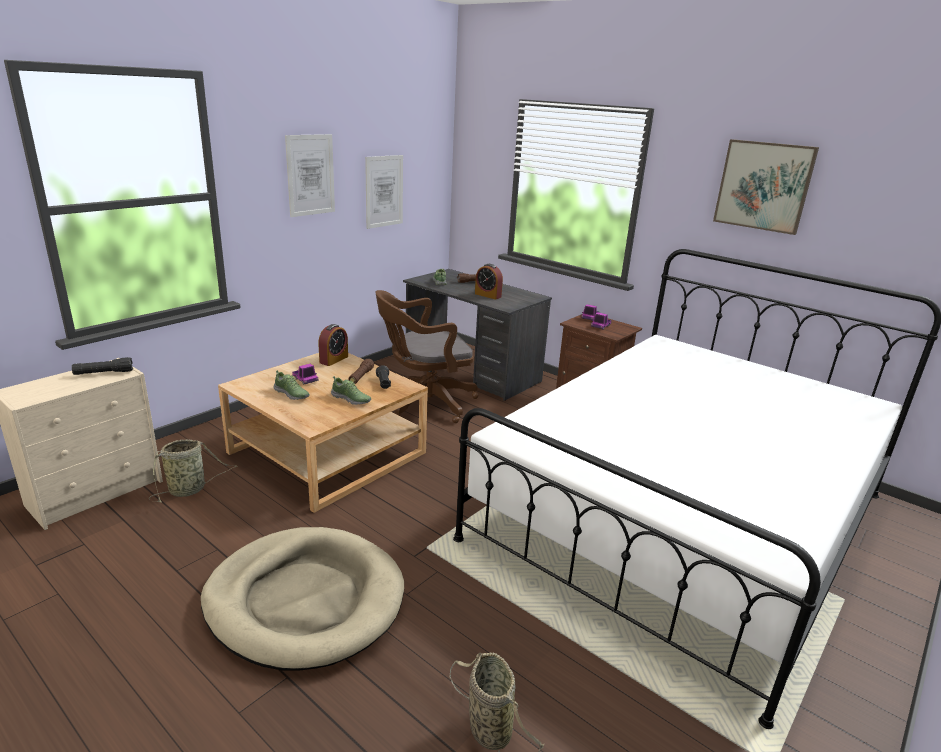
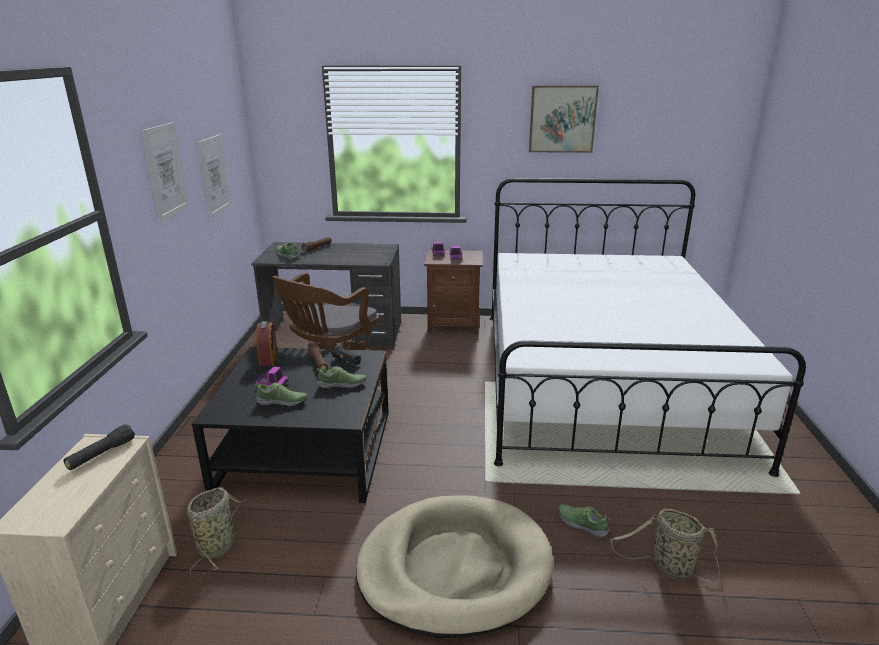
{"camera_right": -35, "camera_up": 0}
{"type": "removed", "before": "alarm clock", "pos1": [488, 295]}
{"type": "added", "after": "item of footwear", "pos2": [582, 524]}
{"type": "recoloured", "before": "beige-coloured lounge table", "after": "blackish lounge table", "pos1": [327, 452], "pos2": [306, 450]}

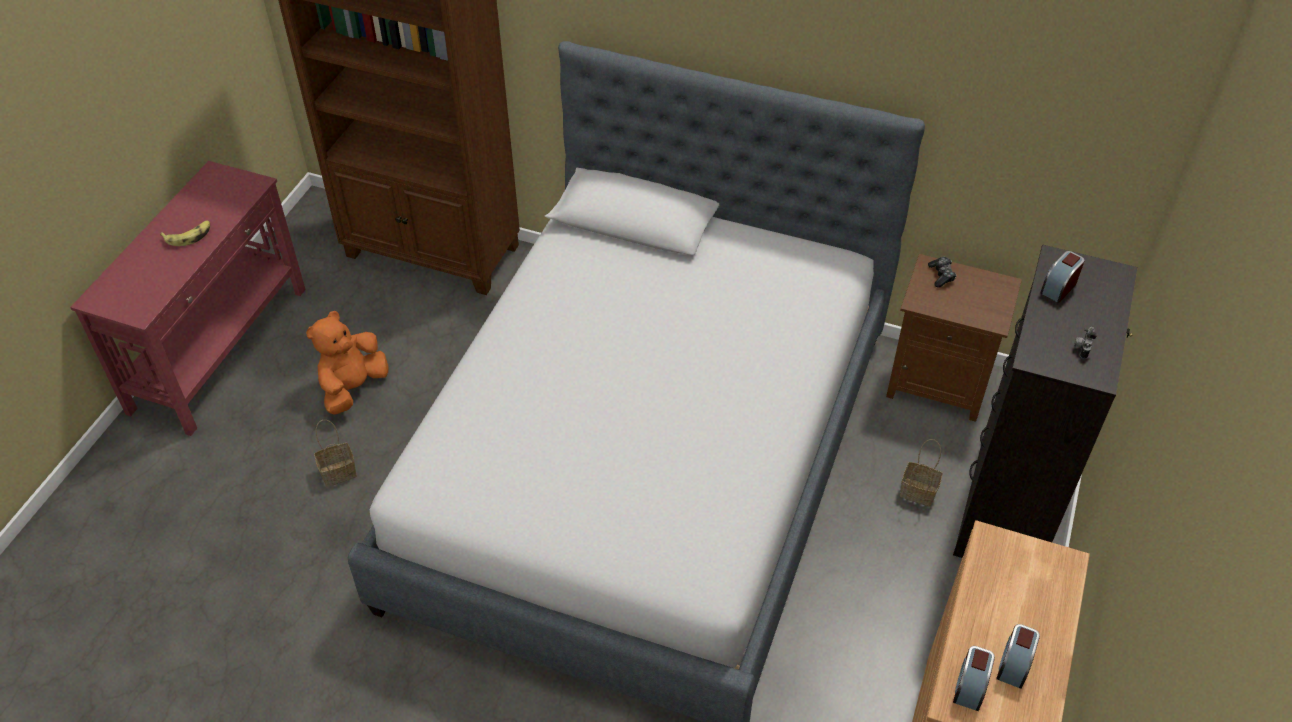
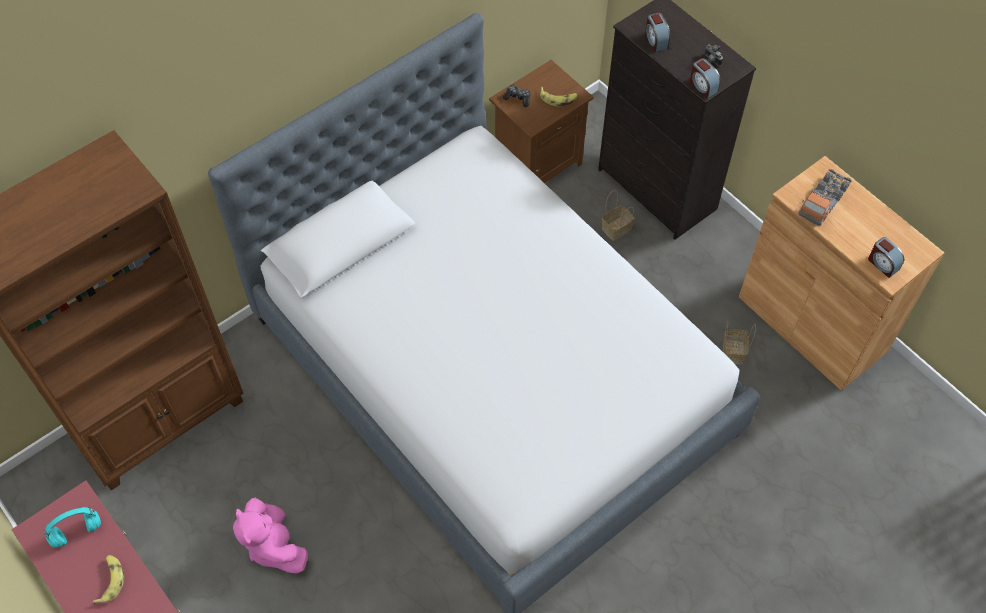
{"camera_right": -60, "camera_up": 10}
{"type": "added", "after": "blue-green pair of headphones", "pos2": [76, 533]}
{"type": "added", "after": "banana", "pos2": [558, 99]}
{"type": "added", "after": "toy lorry", "pos2": [823, 201]}
{"type": "moved", "before": "household basket", "pos1": [339, 471], "pos2": [732, 351]}
{"type": "moved", "before": "alarm clock", "pos1": [1013, 664], "pos2": [703, 86]}
{"type": "recoloured", "before": "orange-coloured soft toy", "after": "pink-coloured soft toy", "pos1": [353, 388], "pos2": [274, 546]}

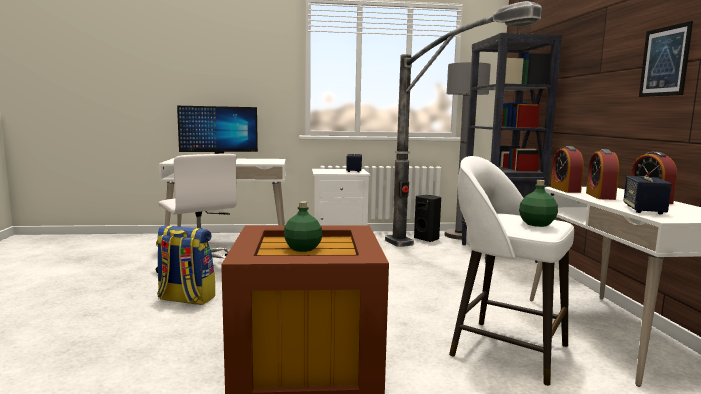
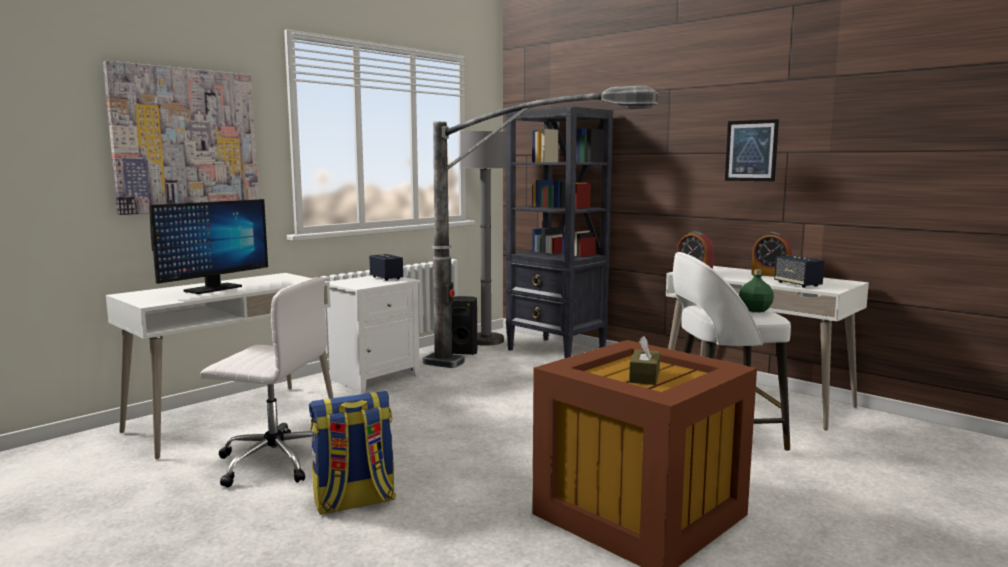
{"camera_right": -40, "camera_up": 0}
{"type": "removed", "before": "alarm clock", "pos1": [600, 196]}
{"type": "added", "after": "picture", "pos2": [185, 141]}
{"type": "replaced", "before": "green-coloured drink bottle", "after": "brownish tissue box", "pos1": [302, 249], "pos2": [644, 376]}

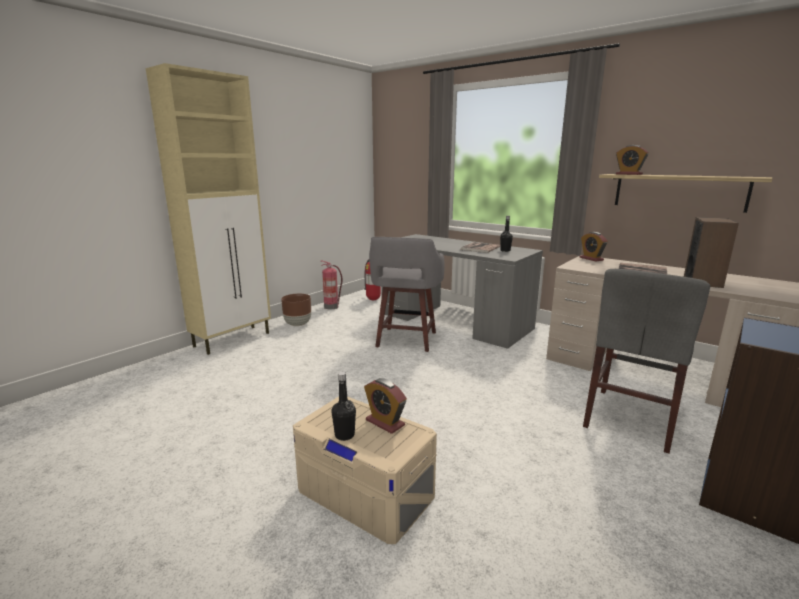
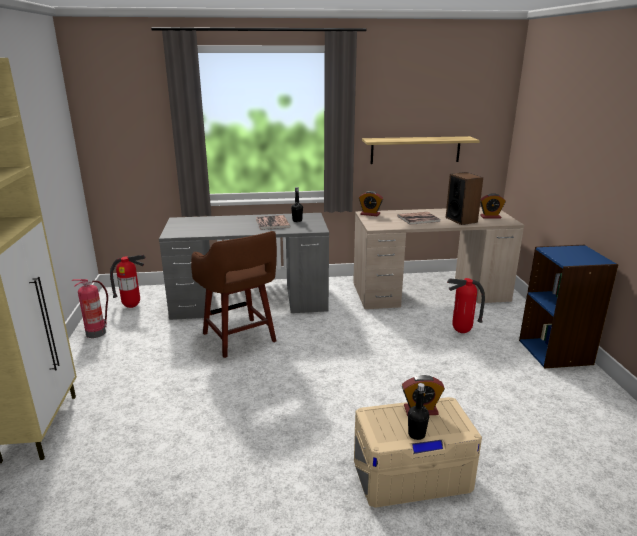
{"camera_right": -45, "camera_up": 5}
{"type": "removed", "before": "brownish plant pot", "pos1": [298, 324]}
{"type": "moved", "before": "alarm clock", "pos1": [628, 174], "pos2": [490, 217]}
{"type": "replaced", "before": "grey chair", "after": "fire extinguisher", "pos1": [631, 418], "pos2": [461, 332]}
{"type": "recoloured", "before": "grey stool seat", "after": "brownish stool seat", "pos1": [406, 340], "pos2": [240, 338]}

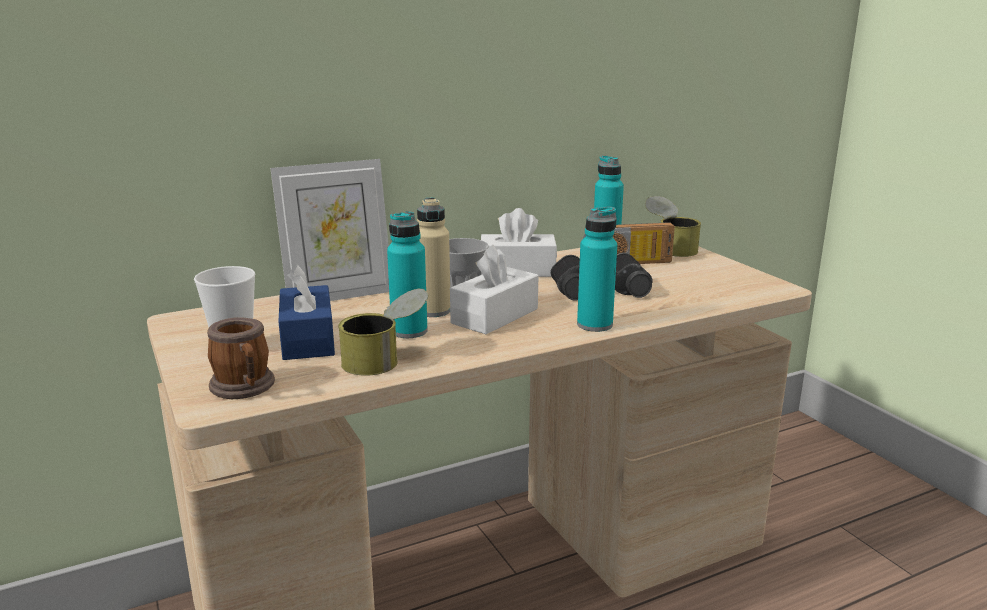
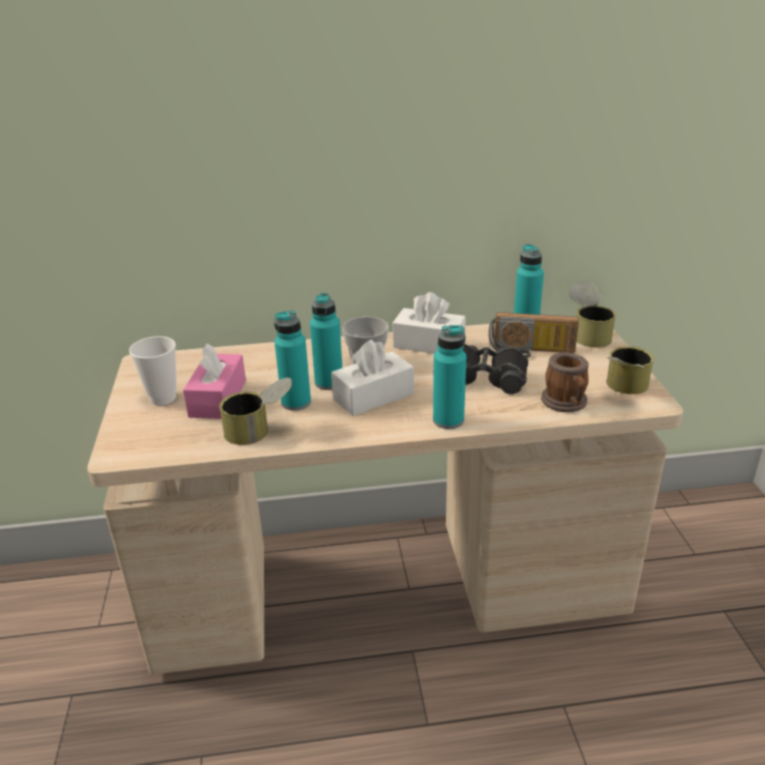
{"camera_right": 20, "camera_up": 10}
{"type": "removed", "before": "picture frame", "pos1": [339, 295]}
{"type": "added", "after": "sealed can", "pos2": [623, 389]}
{"type": "moved", "before": "coffee mug", "pos1": [245, 388], "pos2": [566, 403]}
{"type": "recoloured", "before": "blue-coloured tissue box", "after": "pink-coloured tissue box", "pos1": [308, 339], "pos2": [218, 398]}
{"type": "recoloured", "before": "beige-coloured drink bottle", "after": "blue-green drink bottle", "pos1": [433, 311], "pos2": [329, 383]}

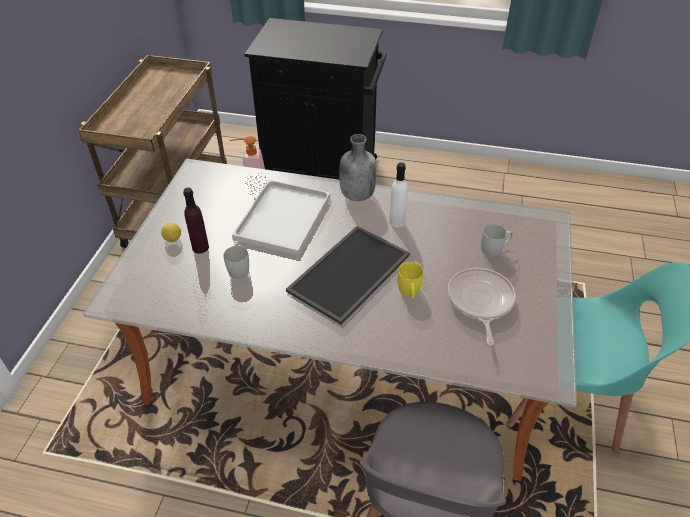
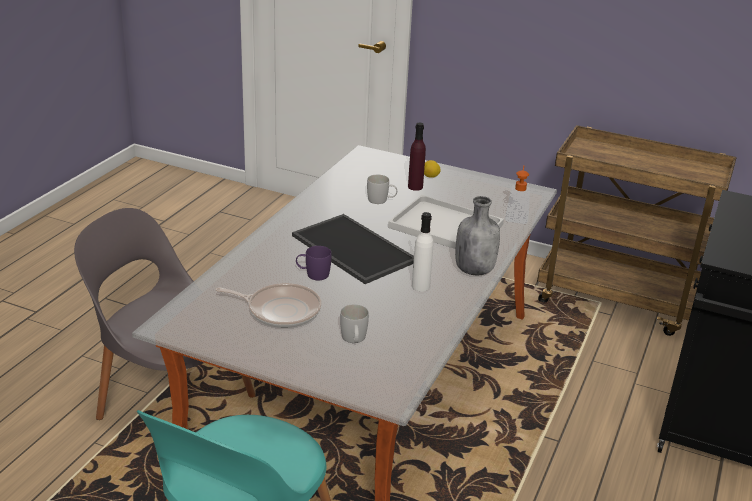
{"camera_right": 100, "camera_up": -15}
{"type": "recoloured", "before": "yellow-coloured coffee mug", "after": "purple-coloured coffee mug", "pos1": [409, 292], "pos2": [313, 274]}

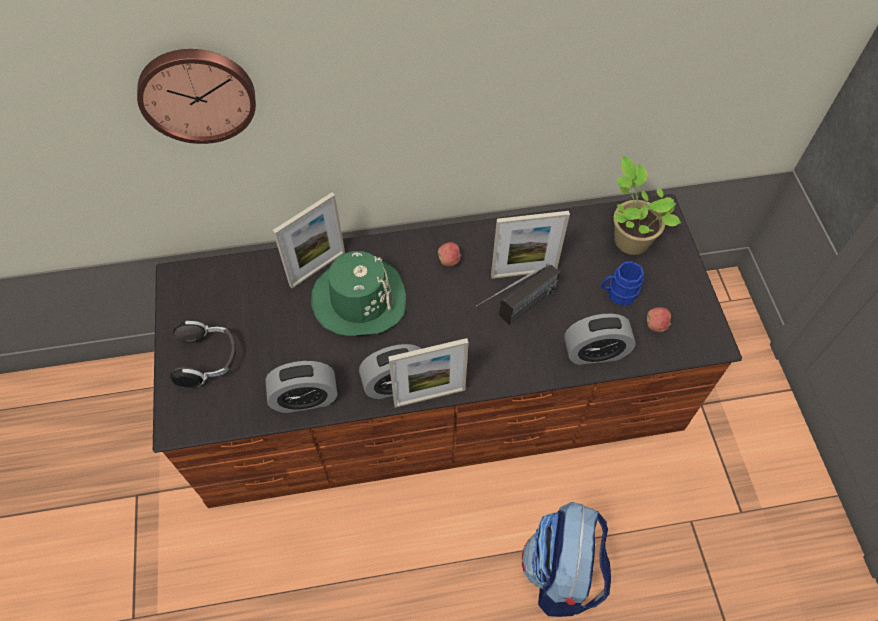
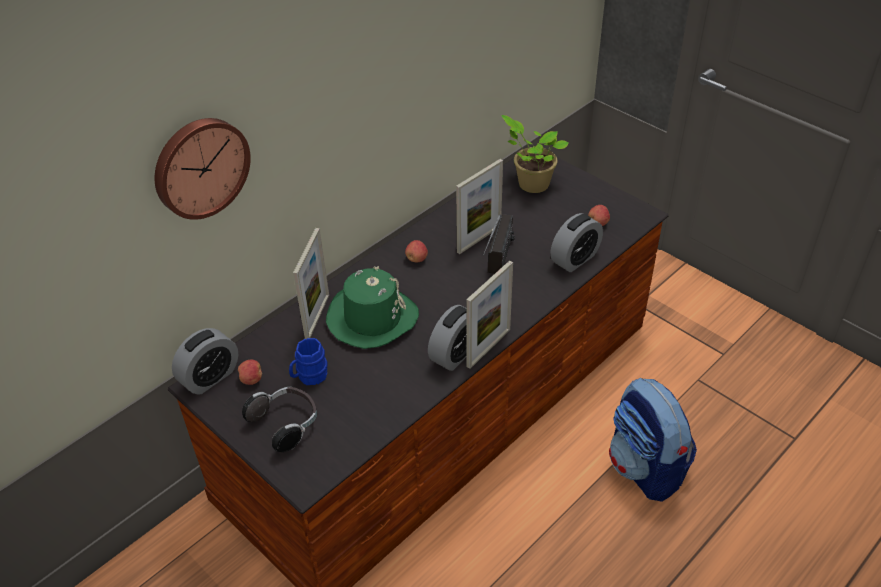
{"camera_right": -35, "camera_up": -15}
{"type": "added", "after": "apple", "pos2": [252, 379]}
{"type": "moved", "before": "alarm clock", "pos1": [305, 399], "pos2": [210, 377]}
{"type": "moved", "before": "blue-coloured coffee mug", "pos1": [617, 293], "pos2": [309, 376]}

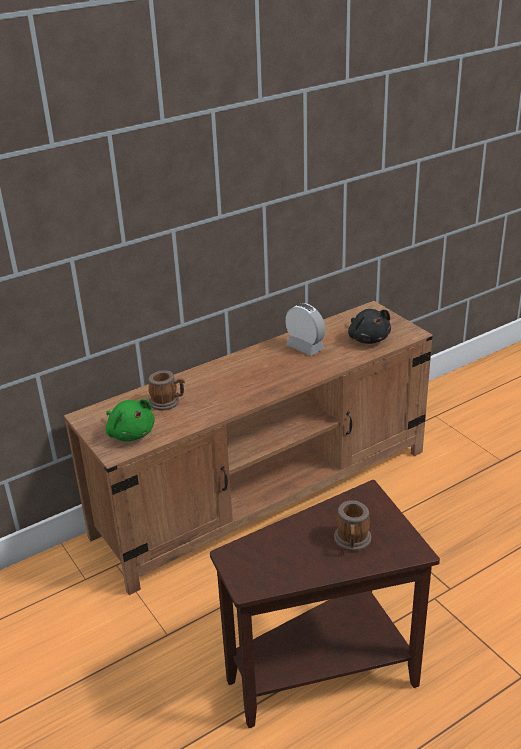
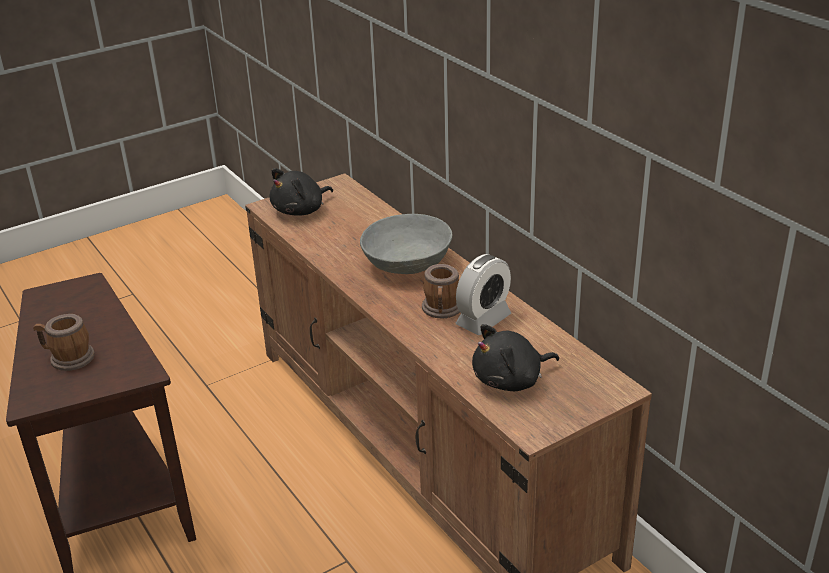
{"camera_right": 90, "camera_up": 0}
{"type": "added", "after": "grey deep dish", "pos2": [407, 264]}
{"type": "moved", "before": "coffee mug", "pos1": [167, 402], "pos2": [442, 310]}
{"type": "recoloured", "before": "green-coloured soft toy", "after": "blackish soft toy", "pos1": [130, 433], "pos2": [301, 210]}

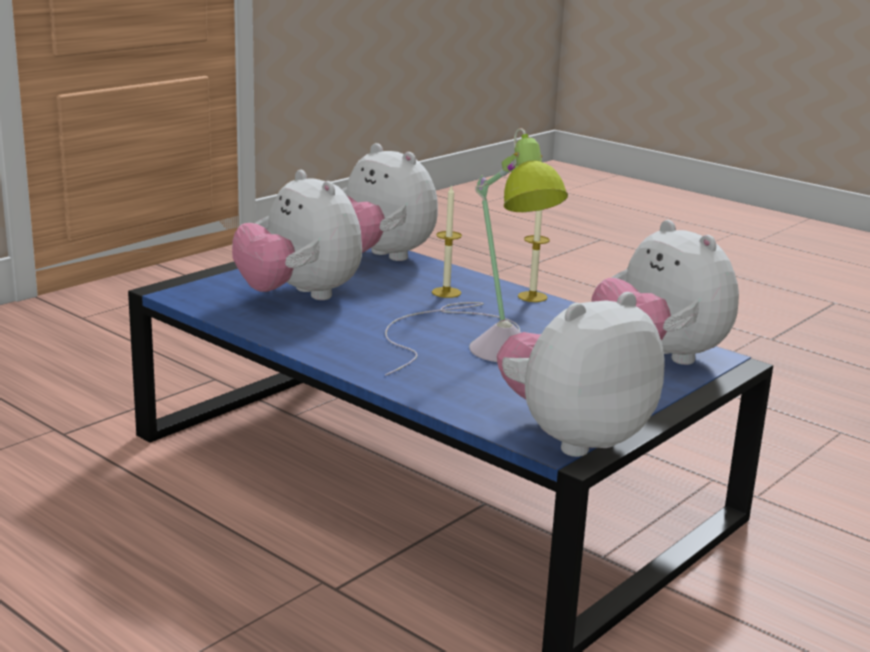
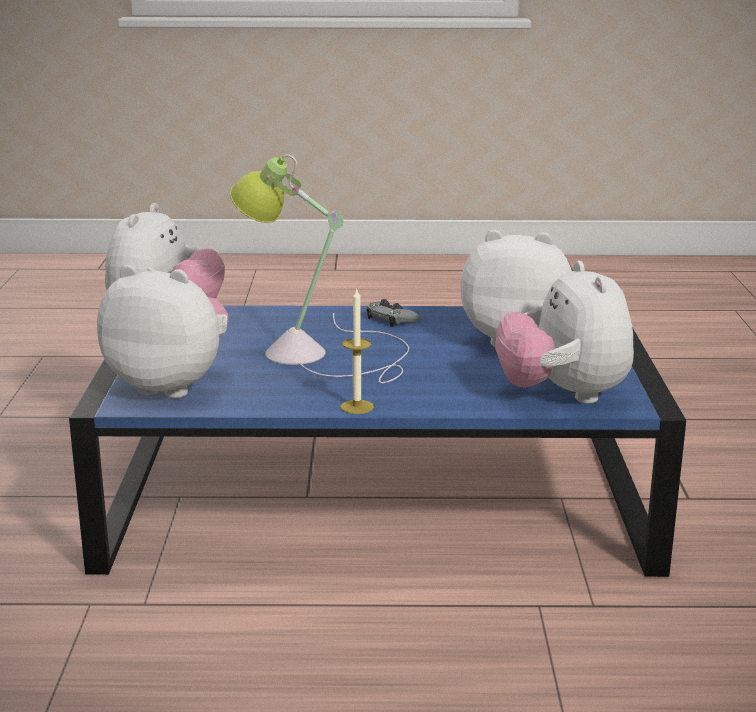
{"camera_right": 140, "camera_up": 0}
{"type": "removed", "before": "candle", "pos1": [446, 292]}
{"type": "added", "after": "grey joypad", "pos2": [391, 319]}
{"type": "turned", "before": "soft toy", "pos1": [378, 258], "pos2": [563, 395], "turn": -105}

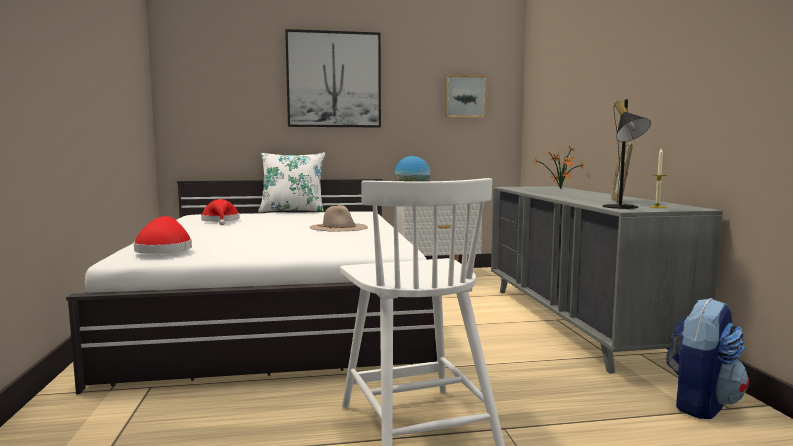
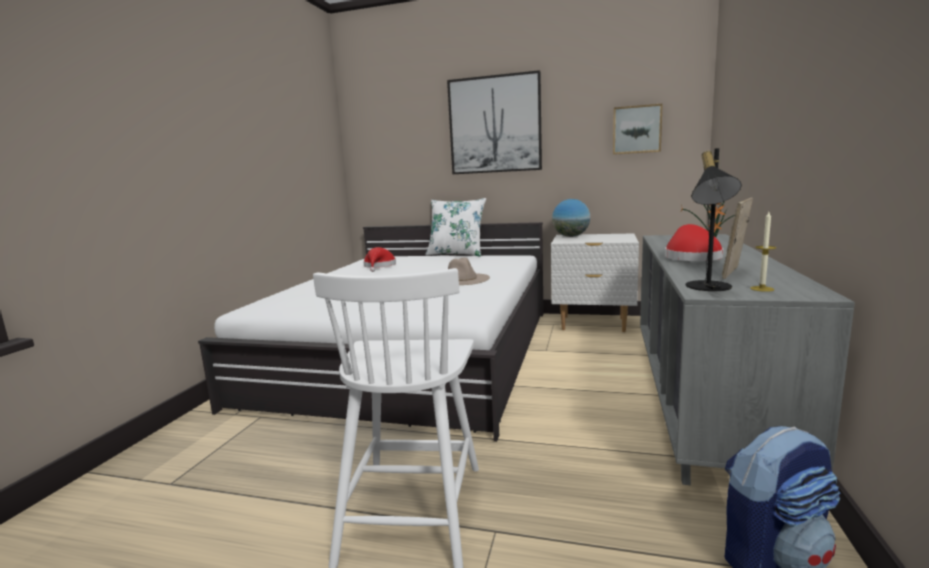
{"camera_right": 25, "camera_up": 5}
{"type": "moved", "before": "red clothing hat", "pos1": [164, 250], "pos2": [691, 257]}

